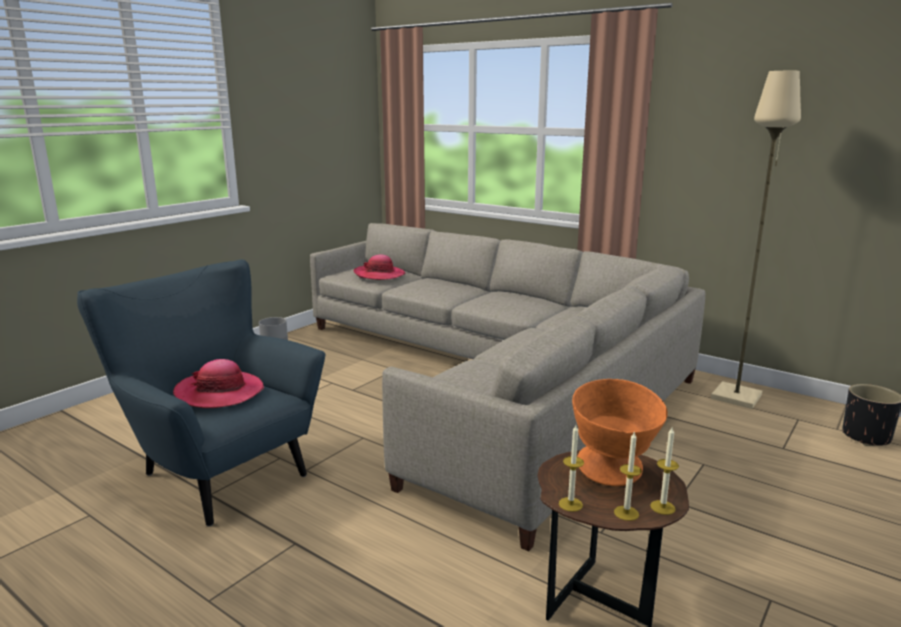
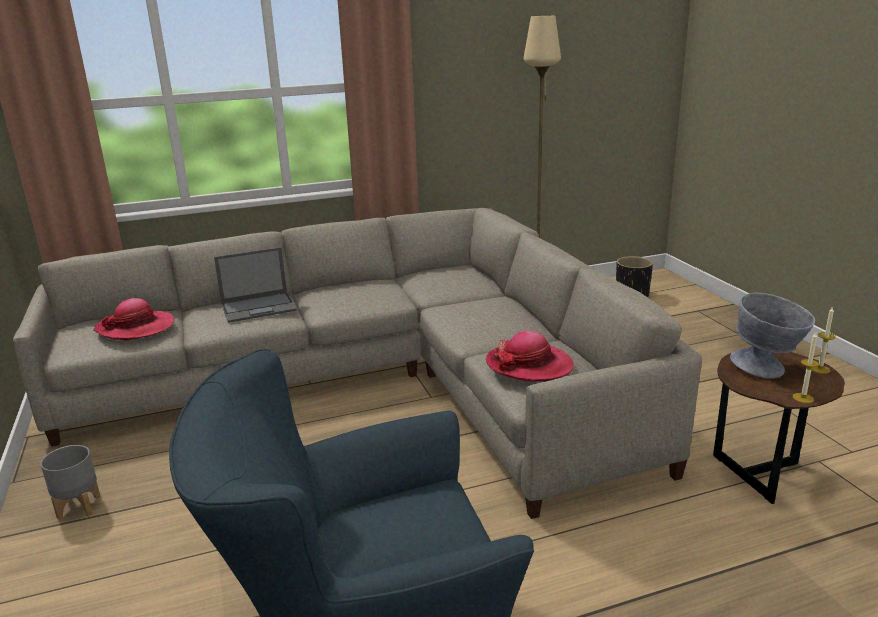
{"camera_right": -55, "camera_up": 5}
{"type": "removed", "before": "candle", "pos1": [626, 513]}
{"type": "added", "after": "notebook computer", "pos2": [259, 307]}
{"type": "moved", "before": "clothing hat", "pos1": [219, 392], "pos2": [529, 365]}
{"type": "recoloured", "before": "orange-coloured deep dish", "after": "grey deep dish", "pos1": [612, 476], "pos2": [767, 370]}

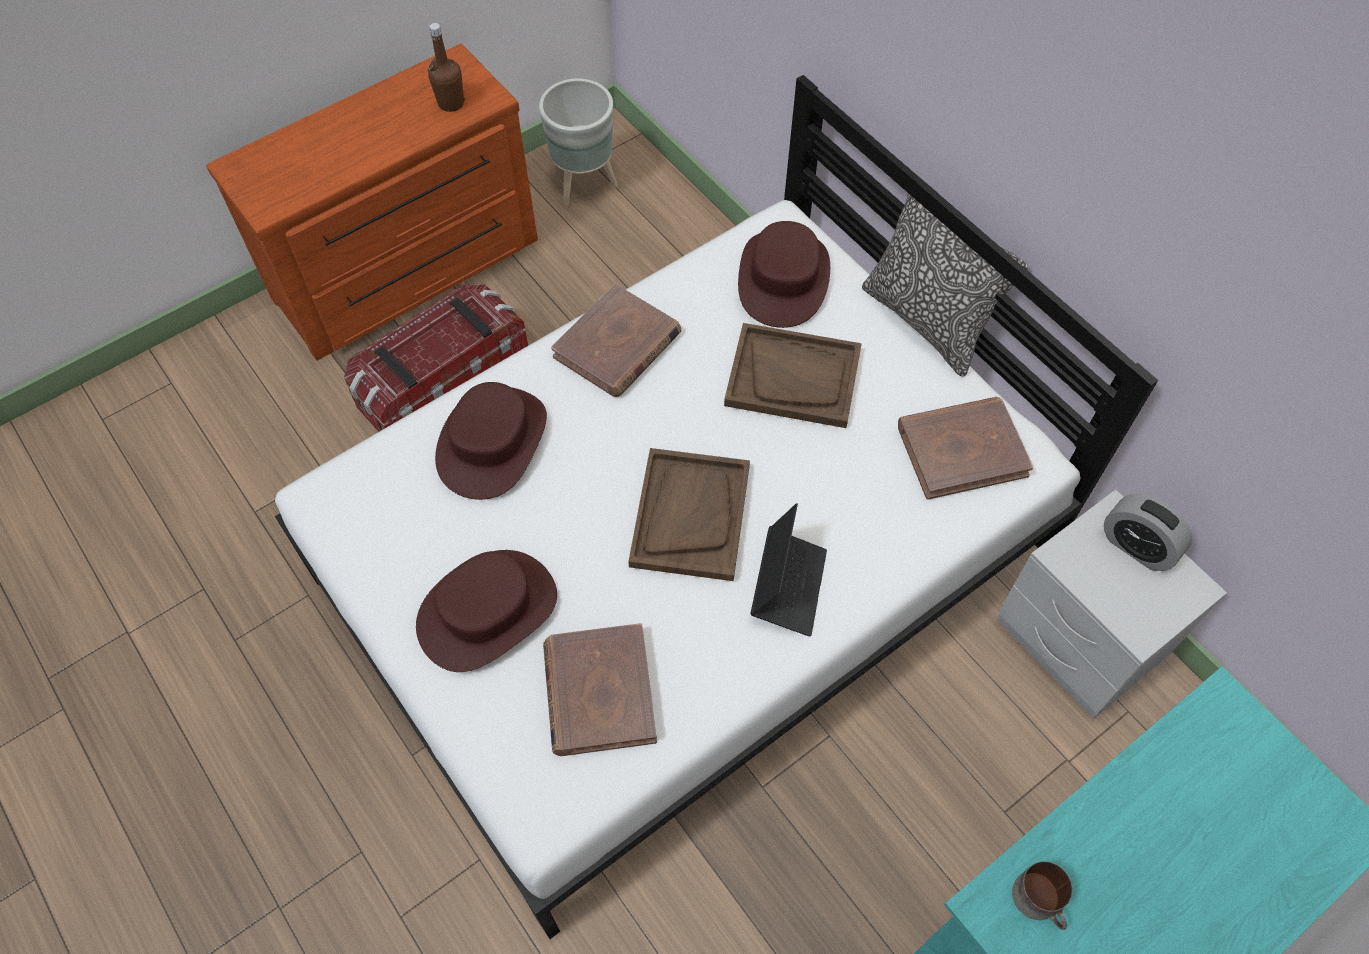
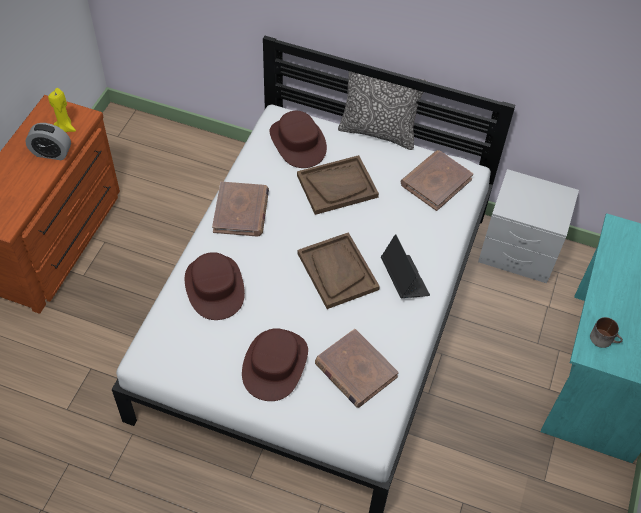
{"camera_right": -35, "camera_up": -5}
{"type": "removed", "before": "storage container", "pos1": [443, 384]}
{"type": "removed", "before": "grey plant pot", "pos1": [584, 184]}
{"type": "moved", "before": "alarm clock", "pos1": [1136, 546], "pos2": [51, 153]}
{"type": "replaced", "before": "brownish drink bottle", "after": "yellow-coloured candle", "pos1": [451, 103], "pos2": [65, 128]}

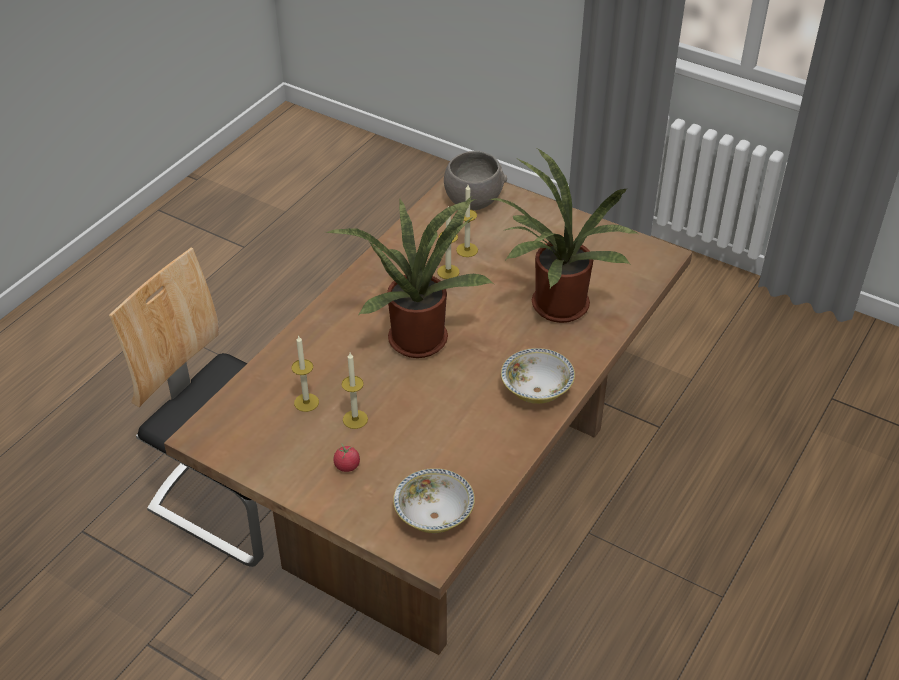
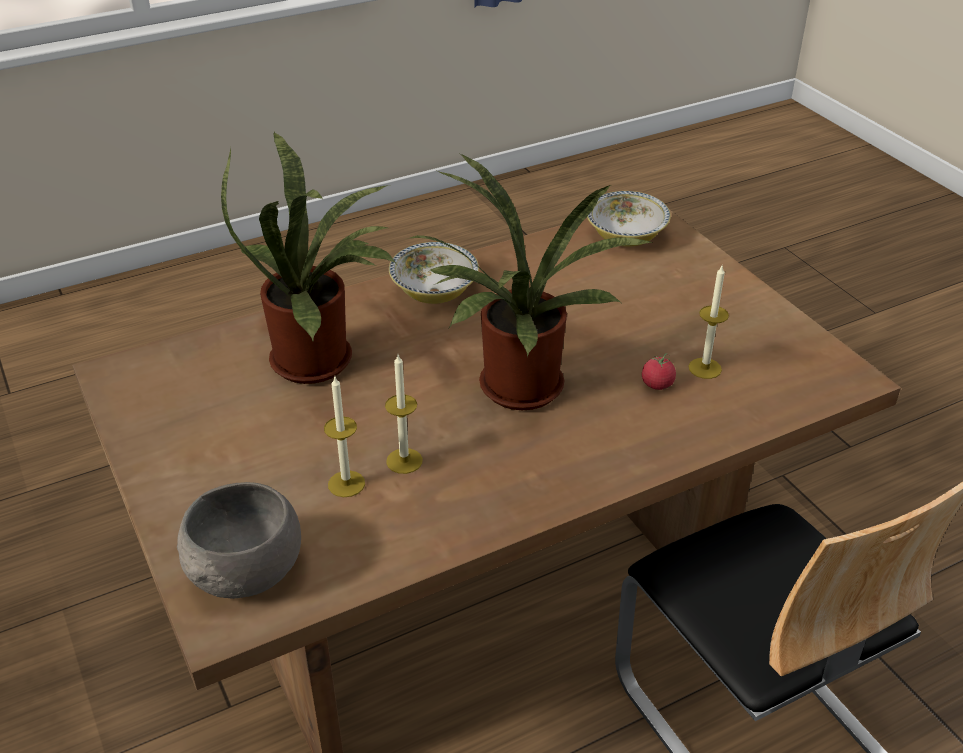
{"camera_right": -150, "camera_up": -5}
{"type": "removed", "before": "candle", "pos1": [355, 419]}
{"type": "moved", "before": "whole tomato", "pos1": [347, 466], "pos2": [657, 384]}

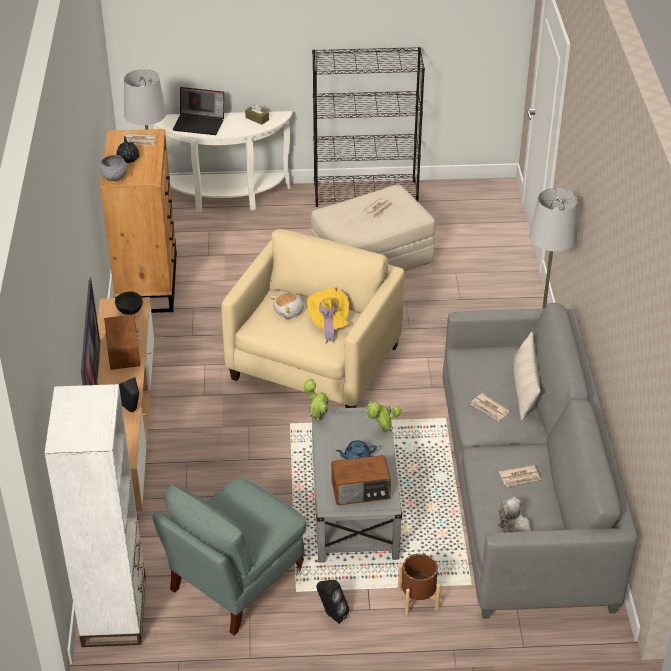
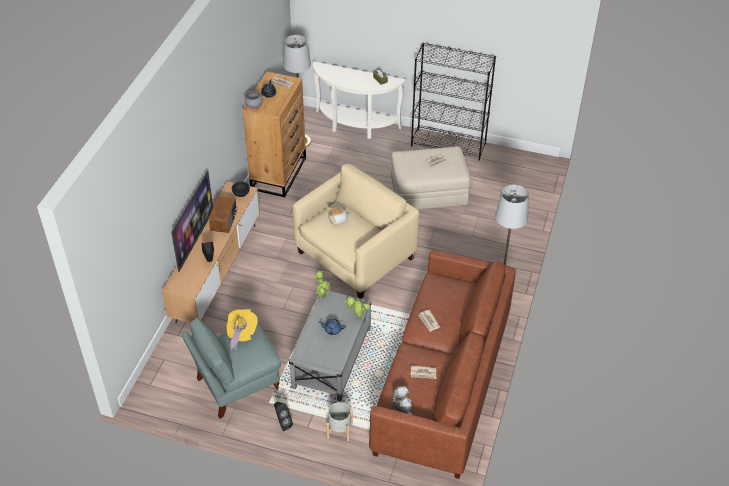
{"camera_right": 20, "camera_up": 5}
{"type": "removed", "before": "white bookshelf", "pos1": [114, 611]}
{"type": "removed", "before": "notebook computer", "pos1": [200, 123]}
{"type": "removed", "before": "radio set", "pos1": [361, 491]}
{"type": "removed", "before": "beige-coloured cushion", "pos1": [524, 390]}
{"type": "moved", "before": "yellow-coloured clothing hat", "pos1": [328, 324], "pos2": [241, 334]}
{"type": "recoloured", "before": "brownish plant pot", "after": "grey plant pot", "pos1": [418, 598], "pos2": [340, 430]}
{"type": "recoloured", "before": "grey settee", "after": "brownish settee", "pos1": [524, 494], "pos2": [442, 382]}

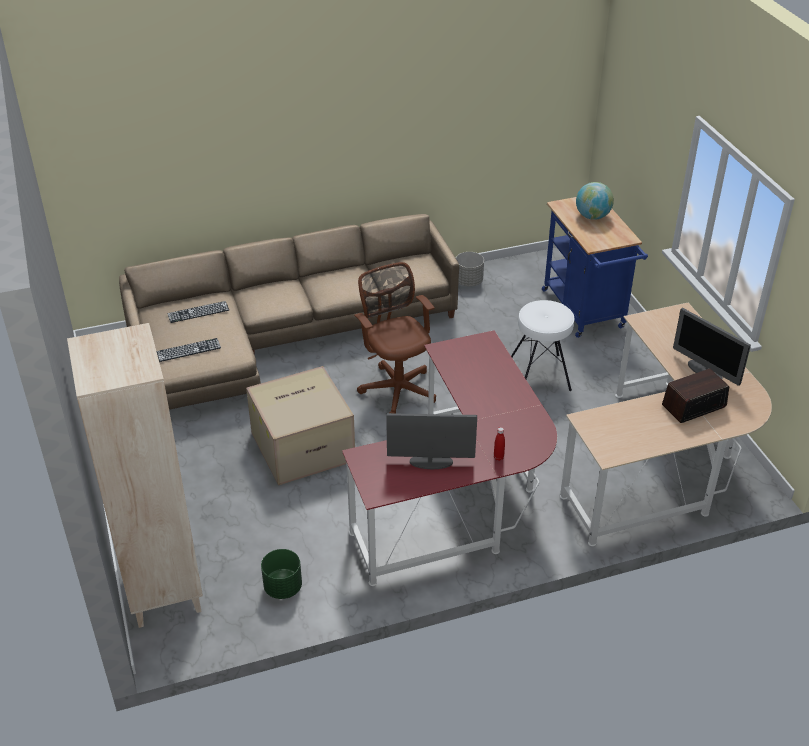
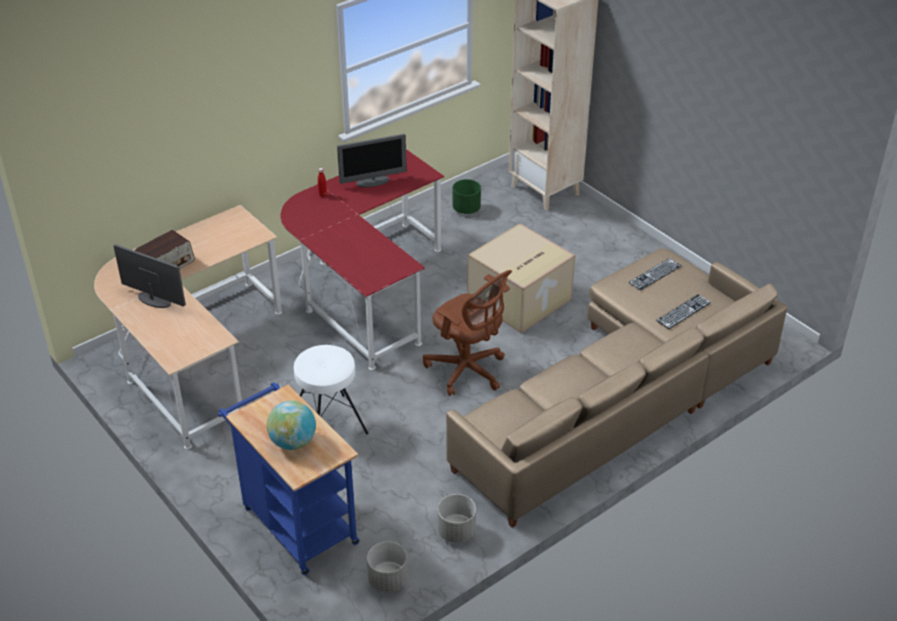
{"camera_right": 160, "camera_up": 0}
{"type": "added", "after": "grey plant pot", "pos2": [387, 581]}

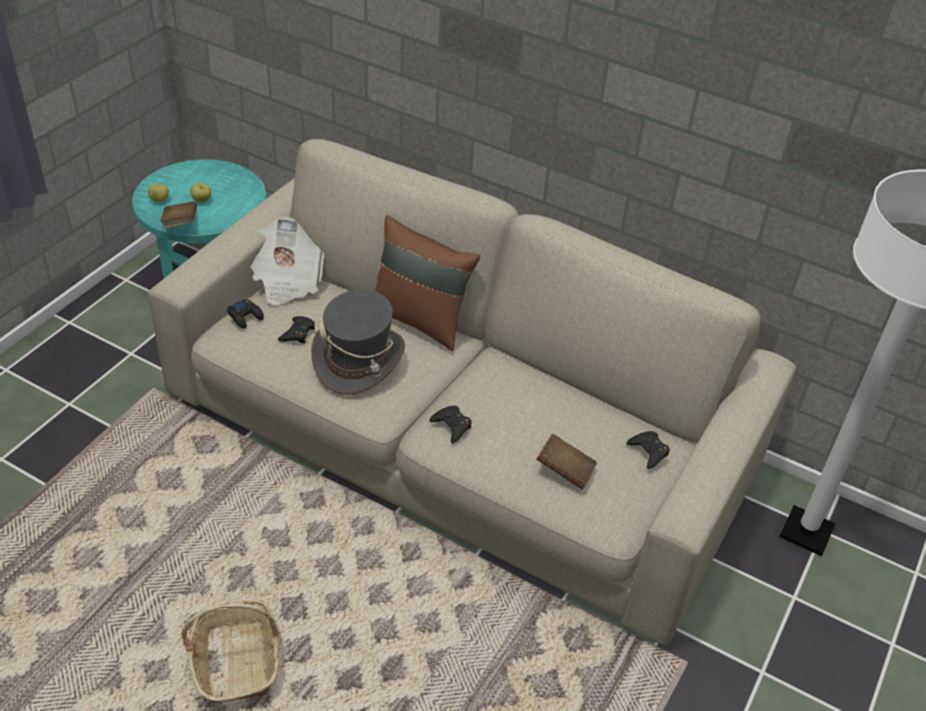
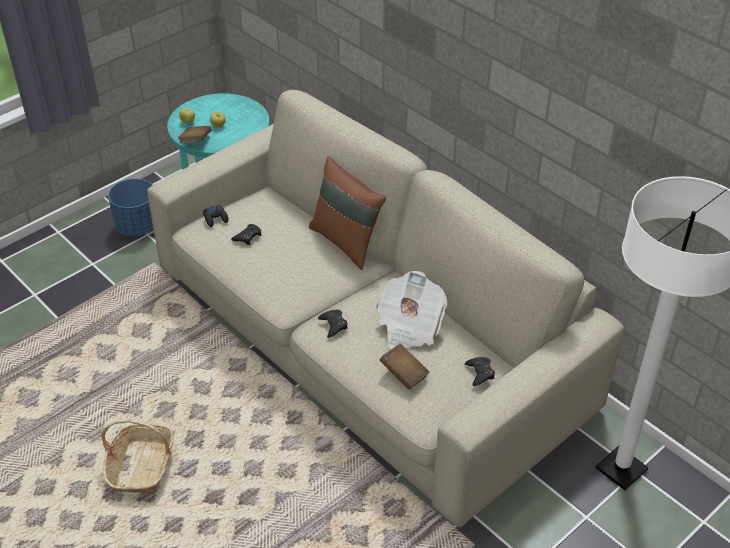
{"camera_right": 20, "camera_up": 0}
{"type": "removed", "before": "grey clothing hat", "pos1": [359, 359]}
{"type": "added", "after": "blue-coloured plant pot", "pos2": [138, 226]}
{"type": "moved", "before": "newspaper", "pos1": [287, 279], "pos2": [409, 326]}

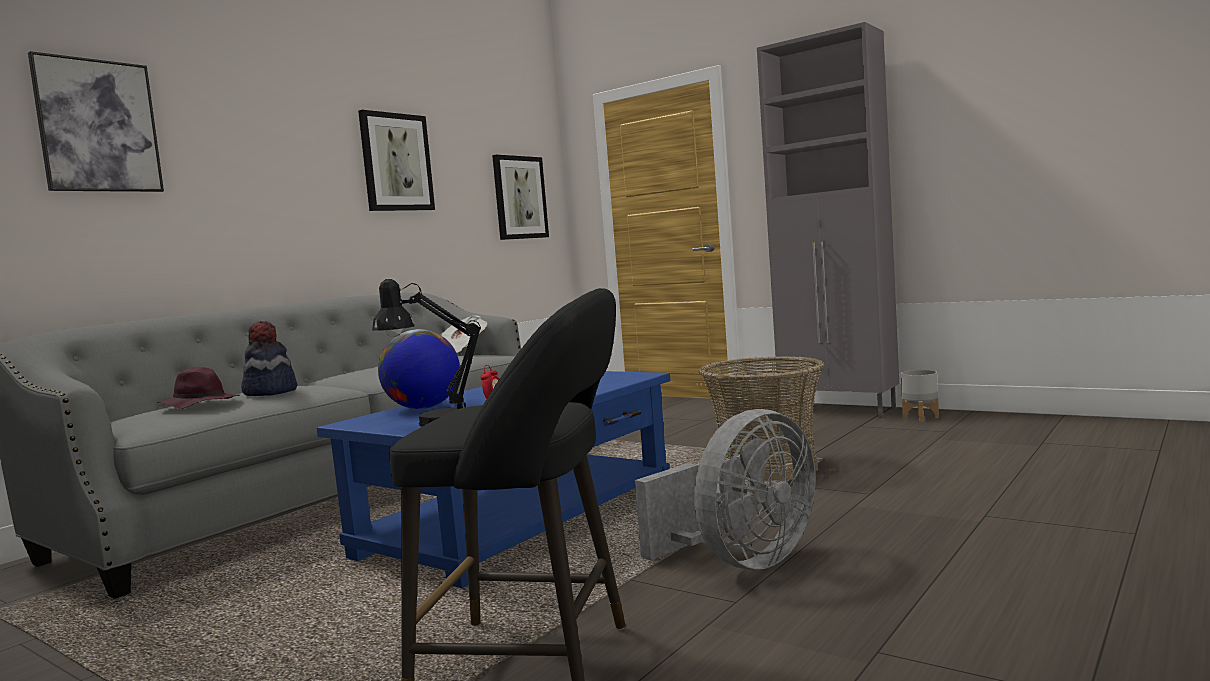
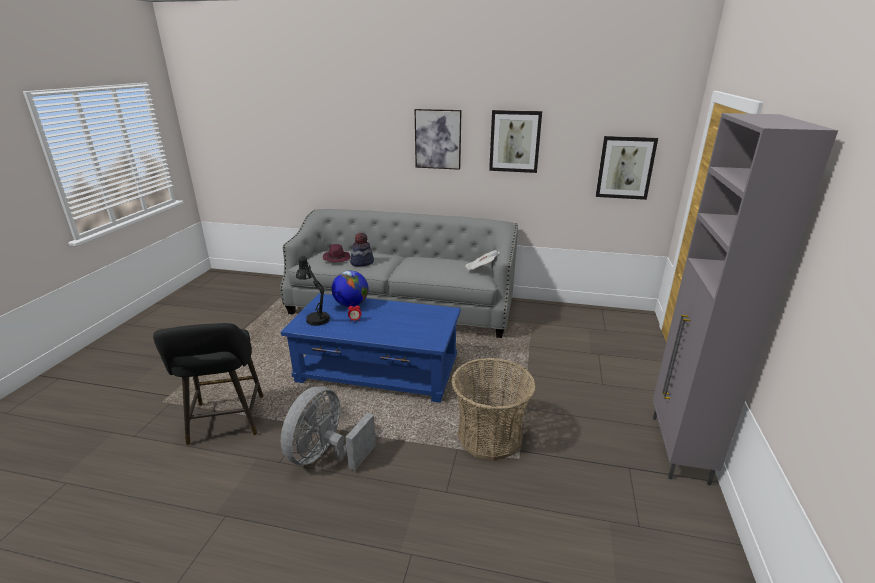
{"camera_right": 65, "camera_up": 20}
{"type": "removed", "before": "grey plant pot", "pos1": [921, 418]}
{"type": "moved", "before": "picture", "pos1": [98, 126], "pos2": [438, 139]}
{"type": "turned", "before": "grey fan", "pos1": [742, 562], "pos2": [326, 455], "turn": 90}

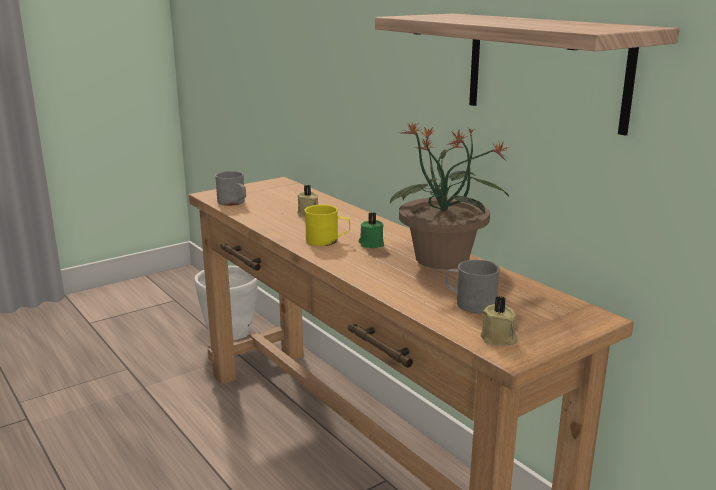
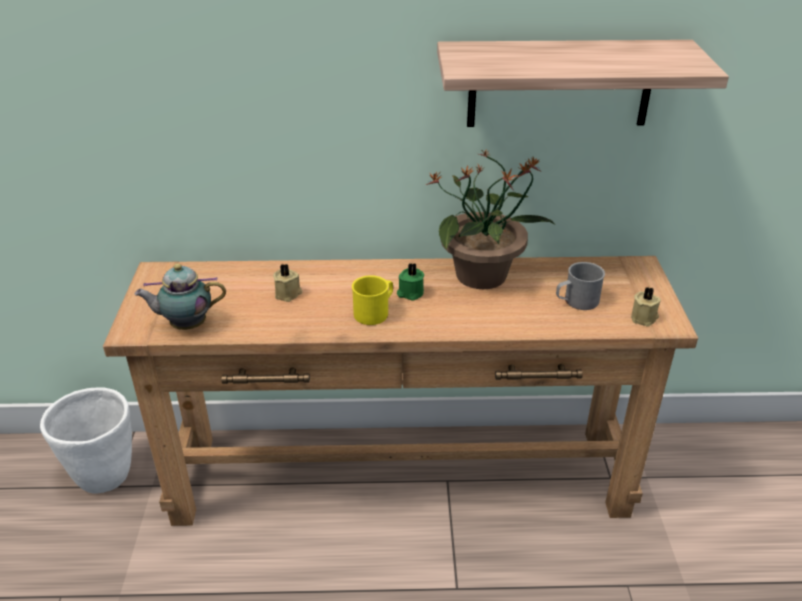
{"camera_right": -55, "camera_up": 15}
{"type": "replaced", "before": "grey coffee mug", "after": "tea pot", "pos1": [234, 202], "pos2": [186, 325]}

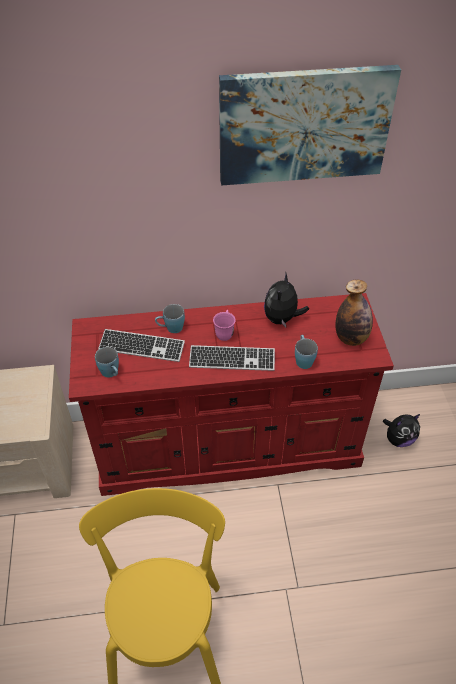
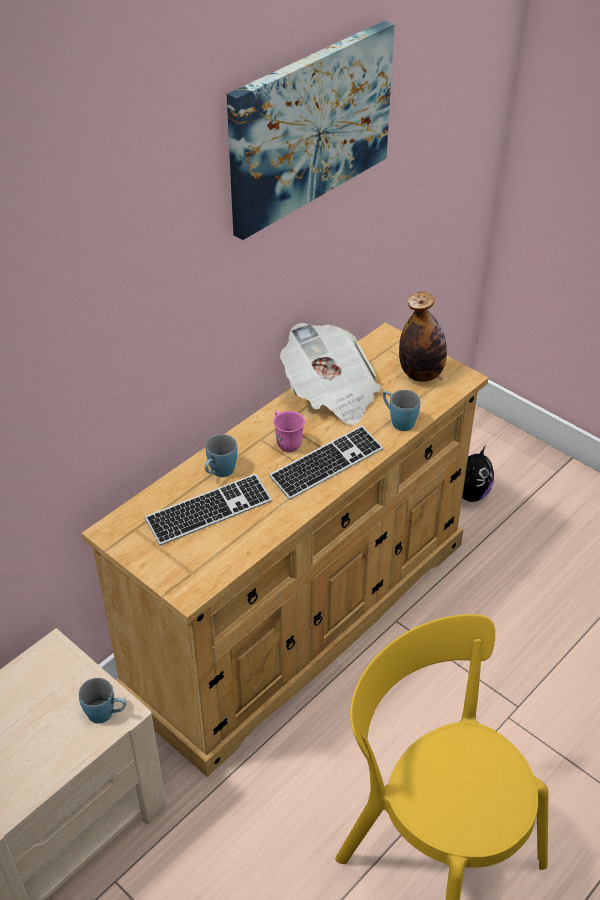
{"camera_right": -40, "camera_up": -5}
{"type": "moved", "before": "blue-coloured coffee mug", "pos1": [111, 373], "pos2": [106, 714]}
{"type": "replaced", "before": "soft toy", "after": "newspaper", "pos1": [282, 319], "pos2": [331, 394]}
{"type": "recoloured", "before": "red chest of drawers", "after": "beige-coloured chest of drawers", "pos1": [229, 444], "pos2": [301, 615]}

